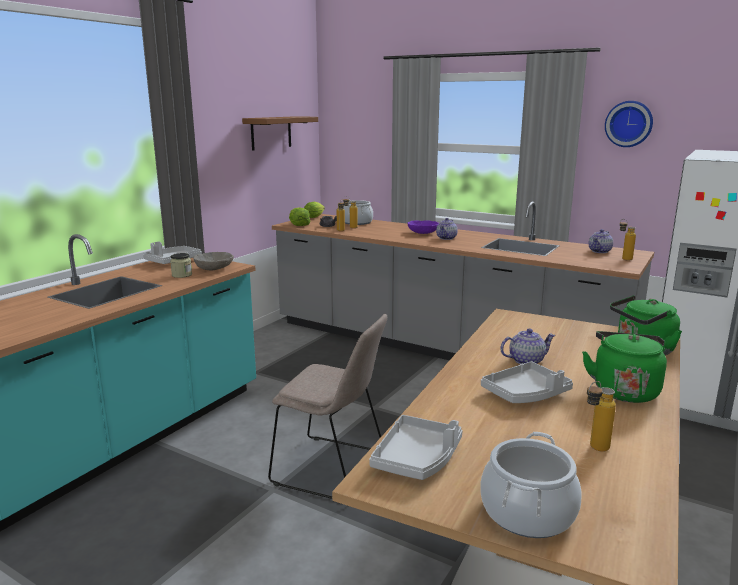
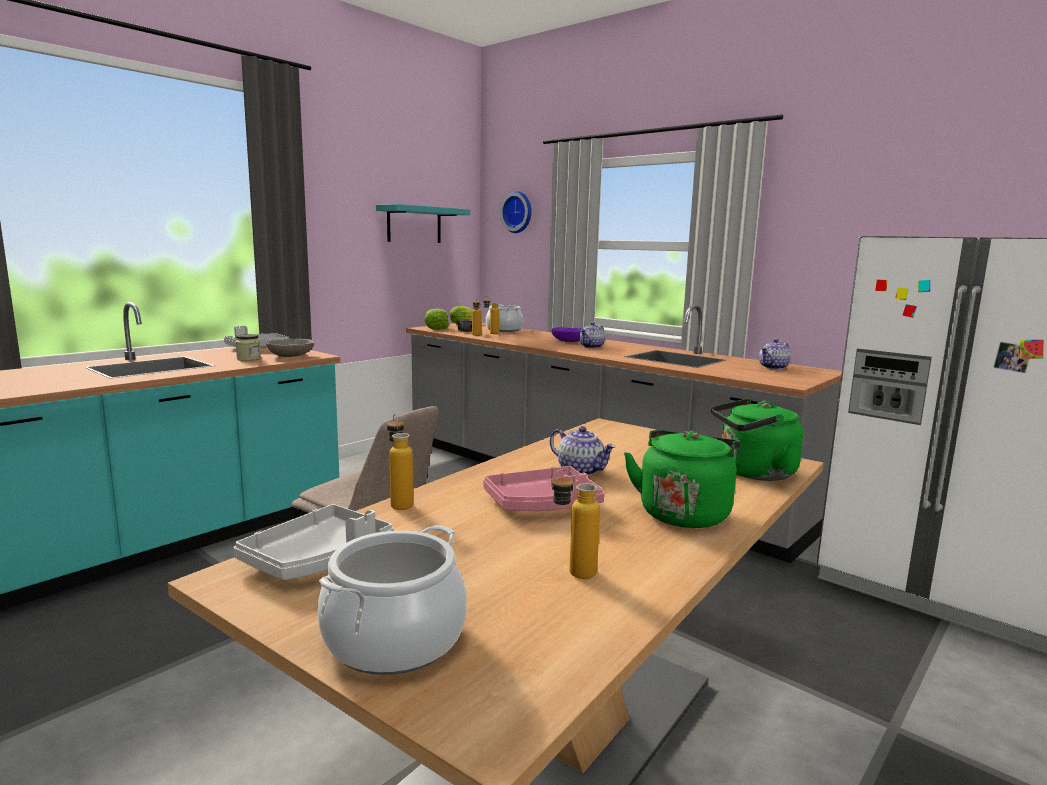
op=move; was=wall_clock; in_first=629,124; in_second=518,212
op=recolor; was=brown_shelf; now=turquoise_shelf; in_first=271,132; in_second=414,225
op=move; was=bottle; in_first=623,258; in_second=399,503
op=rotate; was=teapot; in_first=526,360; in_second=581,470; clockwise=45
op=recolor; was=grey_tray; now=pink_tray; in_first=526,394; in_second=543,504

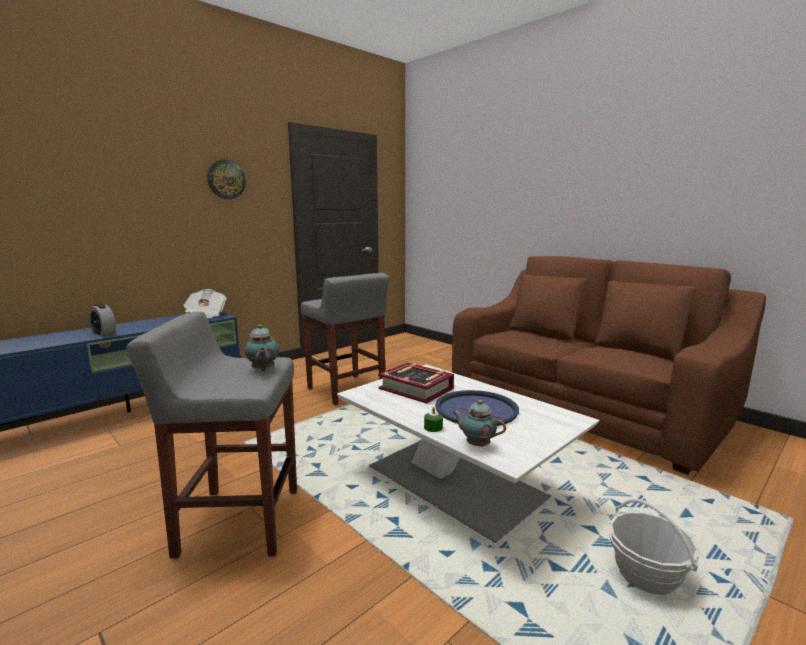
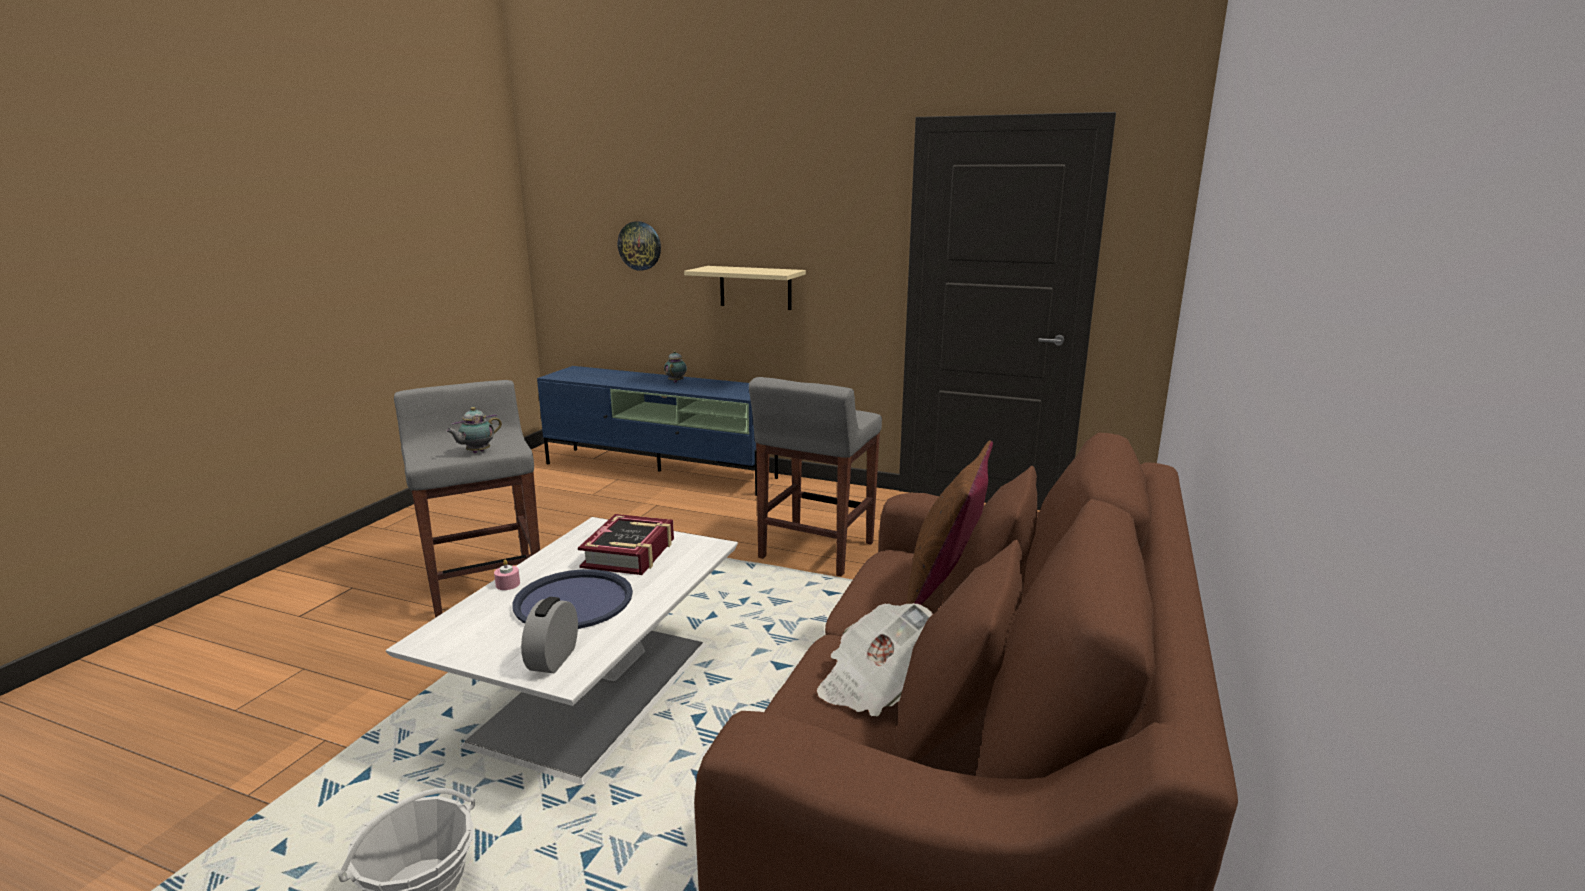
op=move; was=wall_clock; in_first=226,179; in_second=640,246
op=move; was=newspaper; in_first=205,316; in_second=876,685
op=move; was=alarm_clock; in_first=104,333; in_second=553,659
op=move; was=teapot; in_first=476,444; in_second=676,381
op=recolor; was=green_candle; now=pink_candle; in_first=433,427; in_second=508,584
op=insert; now=beige_shelf; in_second=755,287
op=insert; now=brown_pillow; in_second=943,597

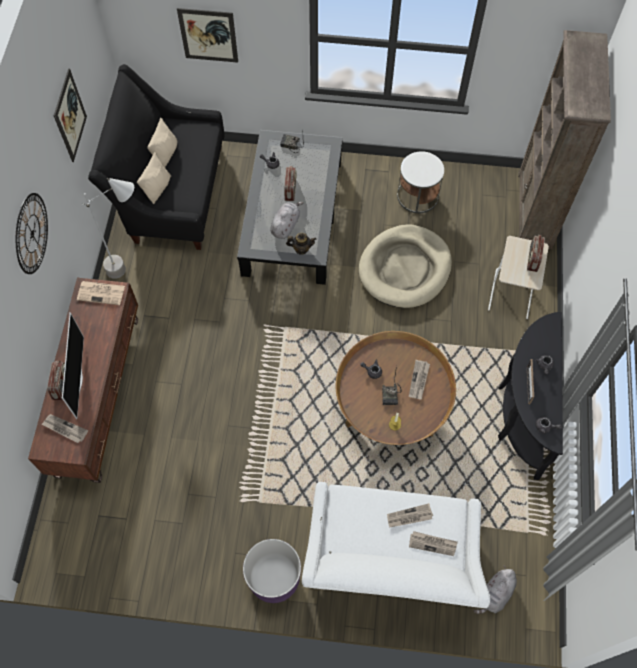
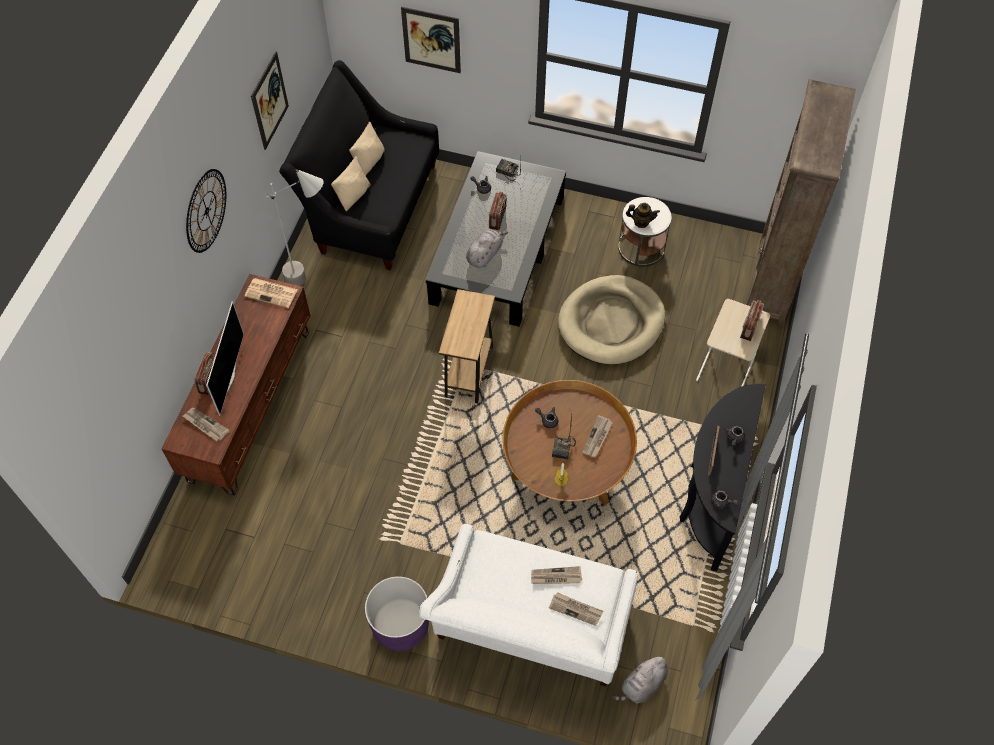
op=move; was=teapot; in_first=301,248; in_second=641,222
op=insert; now=brown_side_table; in_second=469,371

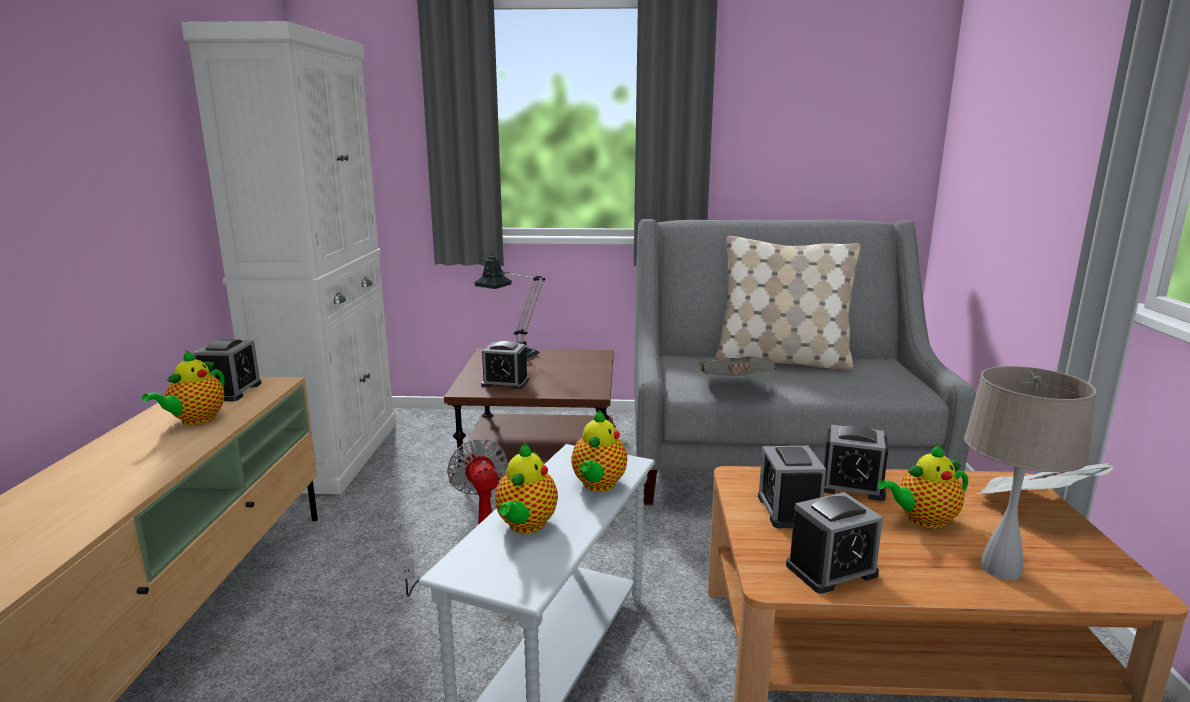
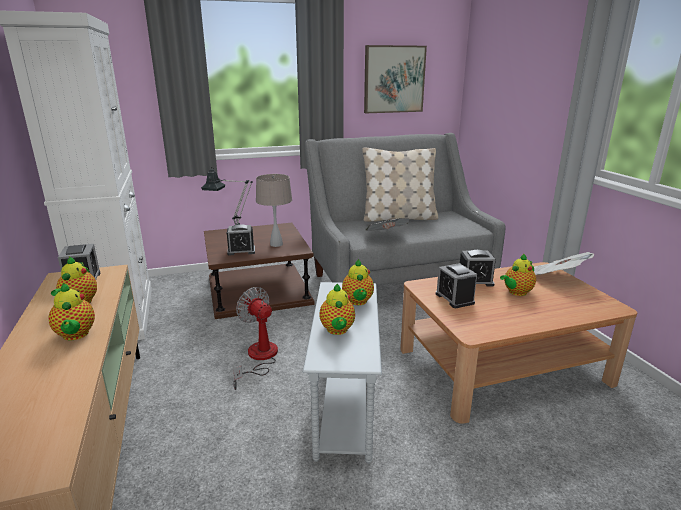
op=move; was=beige_table_lamp; in_first=1001,568; in_second=276,244
op=delete; was=alarm_clock; in_first=831,570
op=insert; now=picture; in_second=394,79
op=insert; now=teapot; in_second=75,335

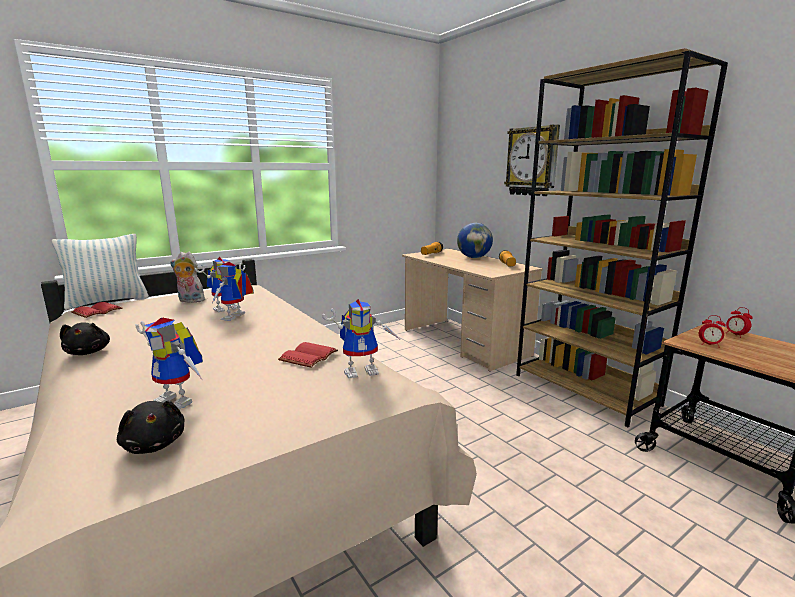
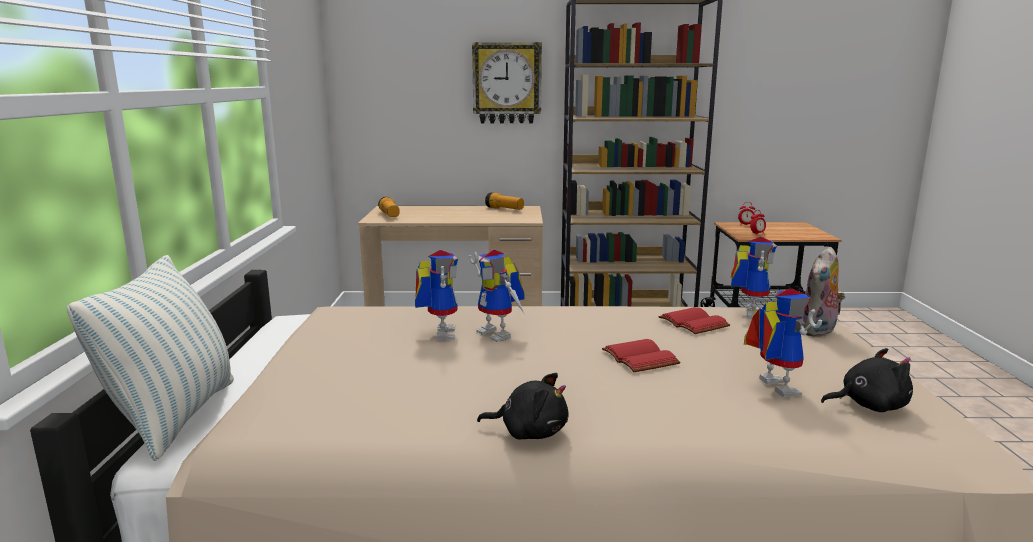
op=delete; was=globe; in_first=473,257
op=move; was=plush_toy; in_first=189,301; in_second=818,331
op=move; was=red_book; in_first=97,312; in_second=642,358
op=rotate; was=toy_robot; in_first=181,400; in_second=770,386; clockwise=-75

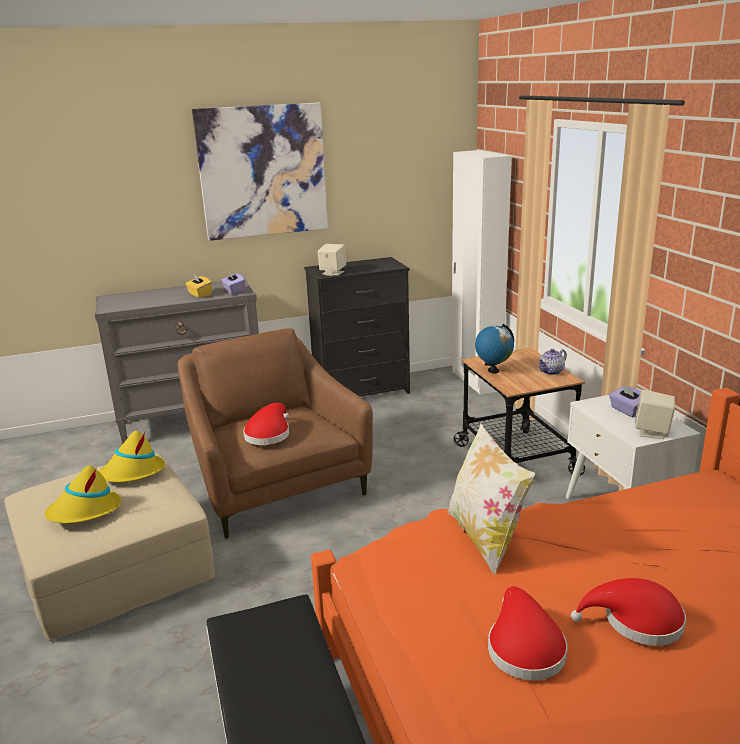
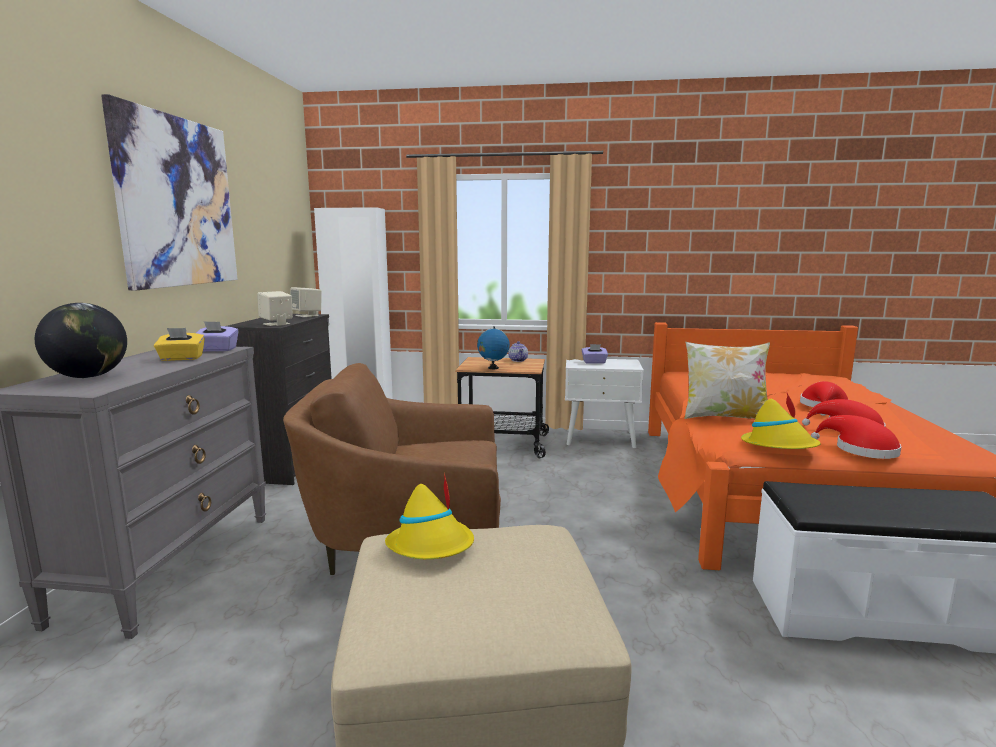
op=move; was=beige_speaker; in_first=652,432; in_second=307,315
op=move; was=red_hat; in_first=269,434; in_second=860,450
op=move; was=yellow_hat; in_first=85,511; in_second=779,446
op=insert; now=globe; in_second=88,377

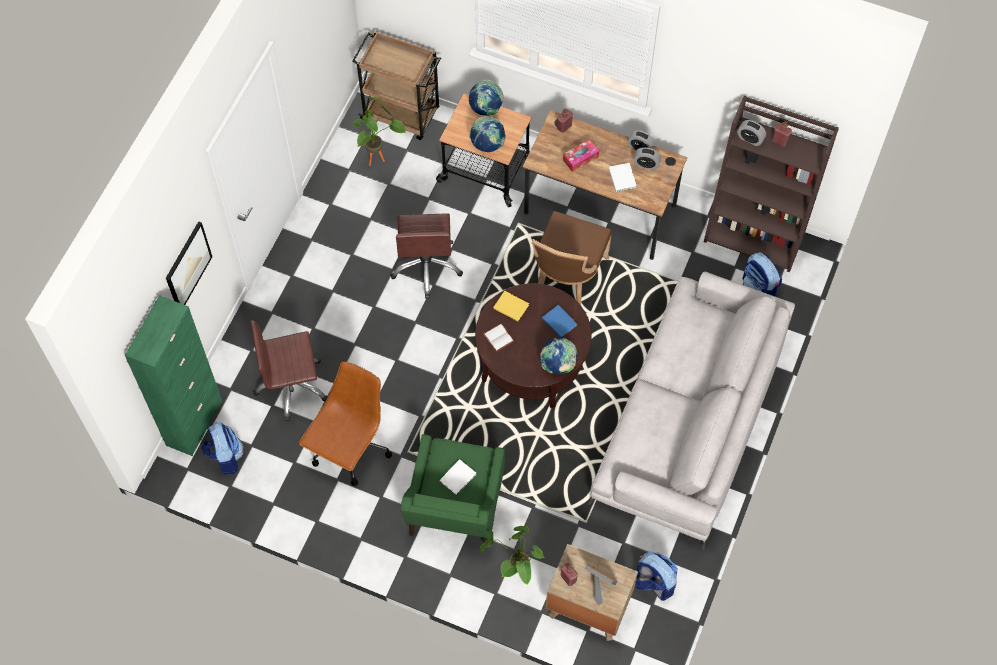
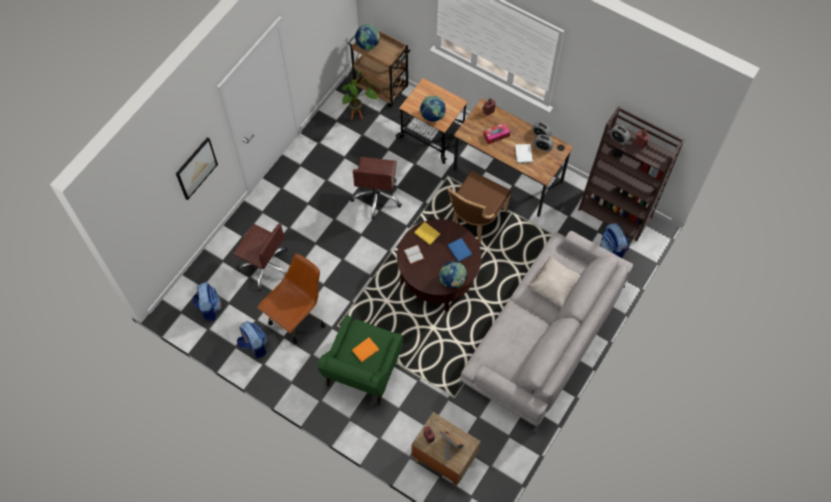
op=move; was=globe; in_first=486,108; in_second=368,45
op=delete; was=green_cabinet; in_first=194,423
op=rotate; was=brown_office_chair; in_first=292,386; in_second=265,266; clockwise=-150
op=recolor; was=white_book; now=orange_book; in_first=459,477; in_second=366,350
op=delete; was=potted_plant; in_first=515,576
op=move; was=backpack; in_first=653,583; in_second=254,345
op=insert; now=beige_pillow; in_second=554,287

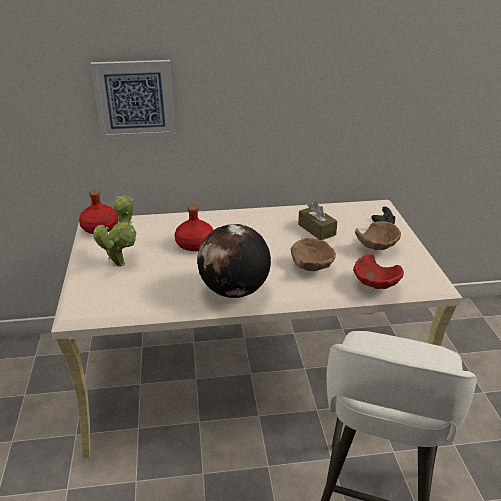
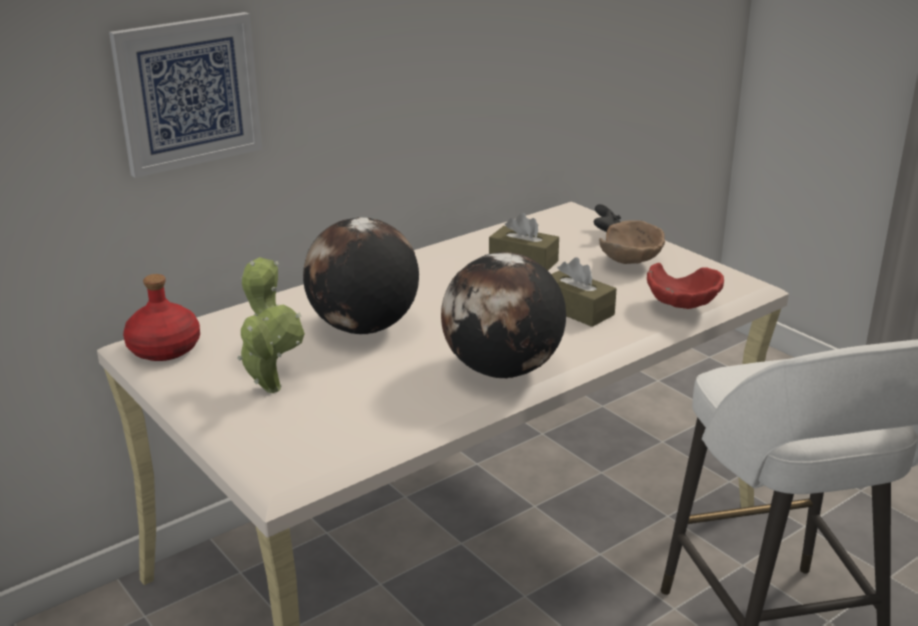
op=replace; was=red_bottle; now=globe; in_first=194,244; in_second=363,328
op=replace; was=brown_bowl; now=brown_tissue_box; in_first=313,268; in_second=576,310

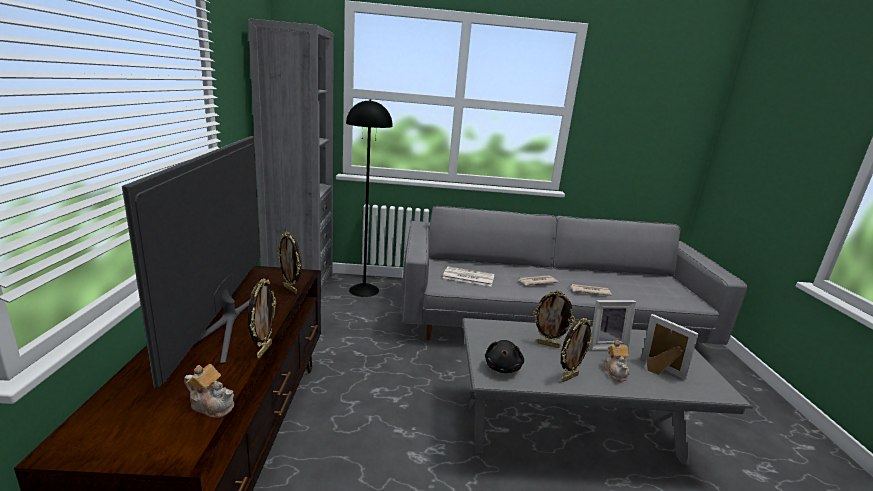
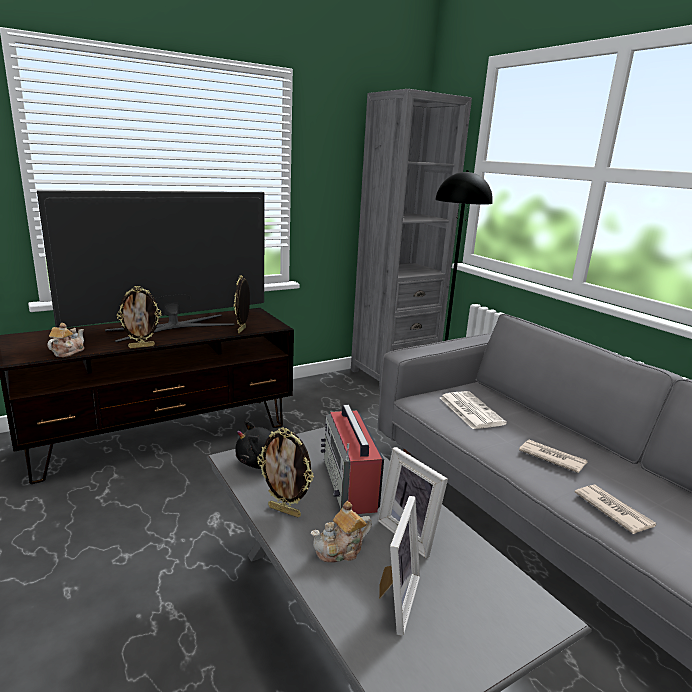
op=replace; was=picture_frame; now=radio; in_first=548,344; in_second=350,484
op=rotate; was=teapot; in_first=212,405; in_second=67,352; clockwise=-150

